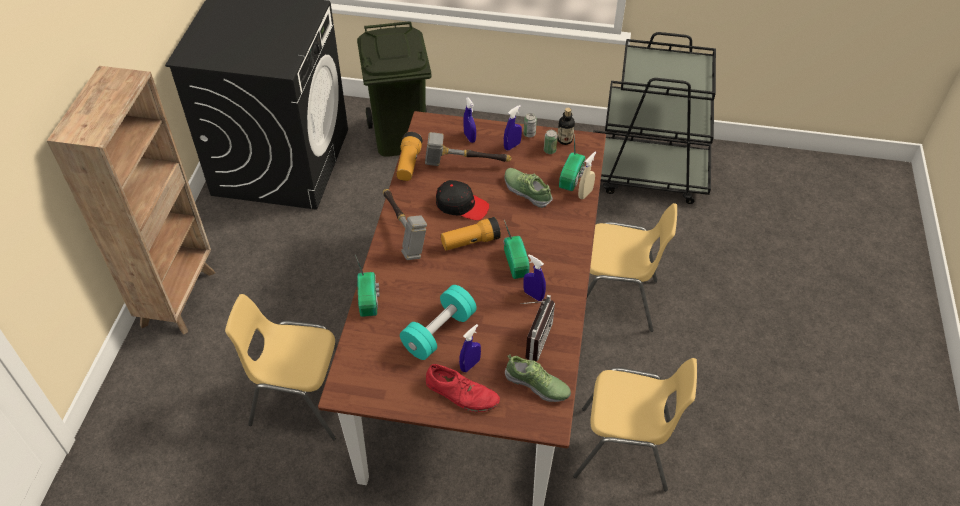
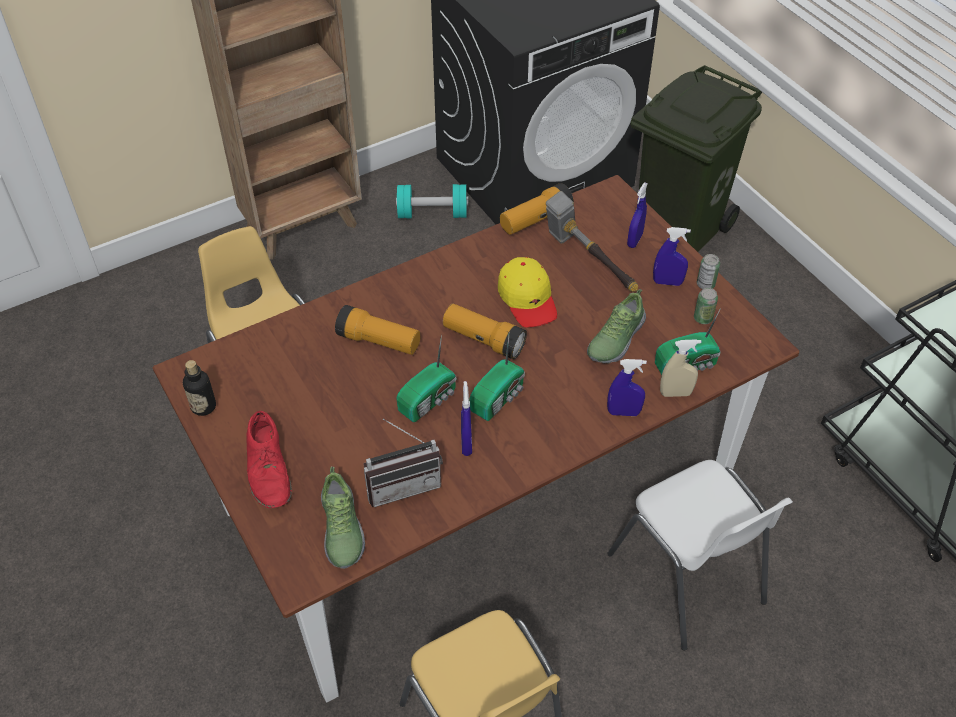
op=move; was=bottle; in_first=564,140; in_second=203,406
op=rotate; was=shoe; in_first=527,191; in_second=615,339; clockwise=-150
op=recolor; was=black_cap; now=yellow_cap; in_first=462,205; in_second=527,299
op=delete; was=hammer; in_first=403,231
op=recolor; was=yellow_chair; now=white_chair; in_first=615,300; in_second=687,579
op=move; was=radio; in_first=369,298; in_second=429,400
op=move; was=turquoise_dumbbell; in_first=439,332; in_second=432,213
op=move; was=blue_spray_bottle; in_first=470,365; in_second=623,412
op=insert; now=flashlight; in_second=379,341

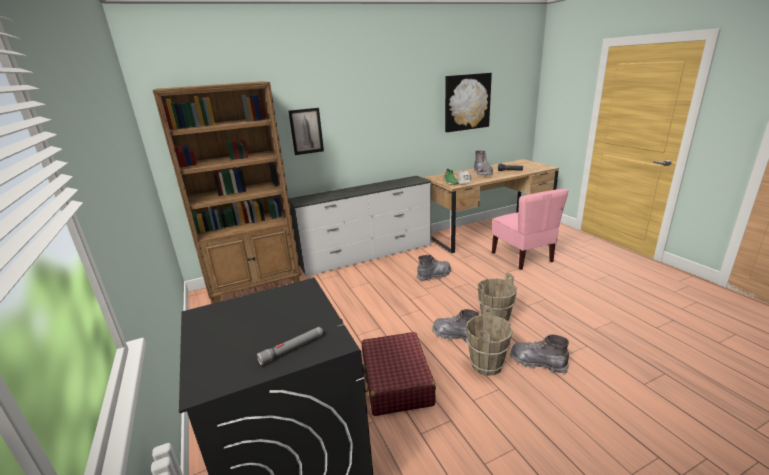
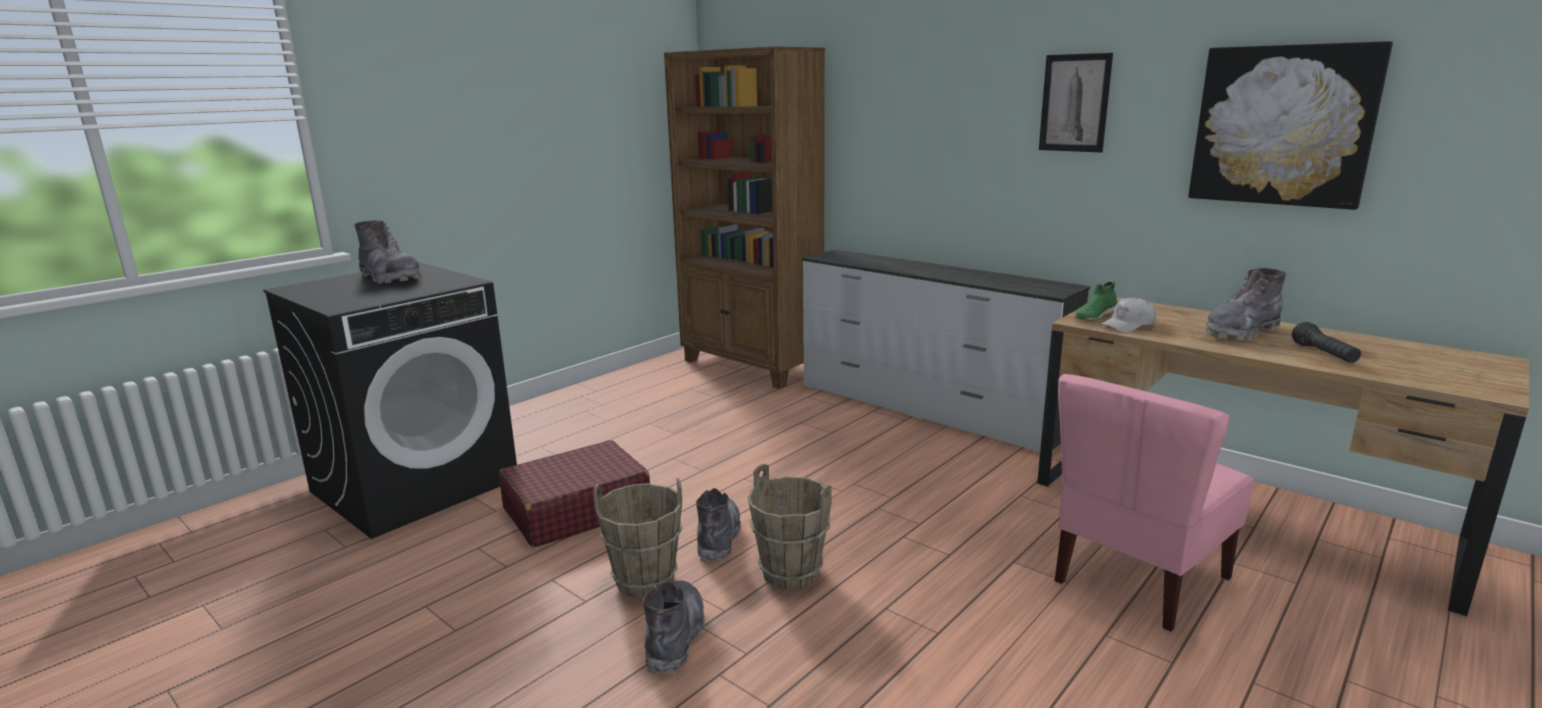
op=move; was=picture; in_first=306,131; in_second=1074,103
op=move; was=grey_boot; in_first=434,275; in_second=390,278
op=delete; was=grey_flashlight; in_first=292,349

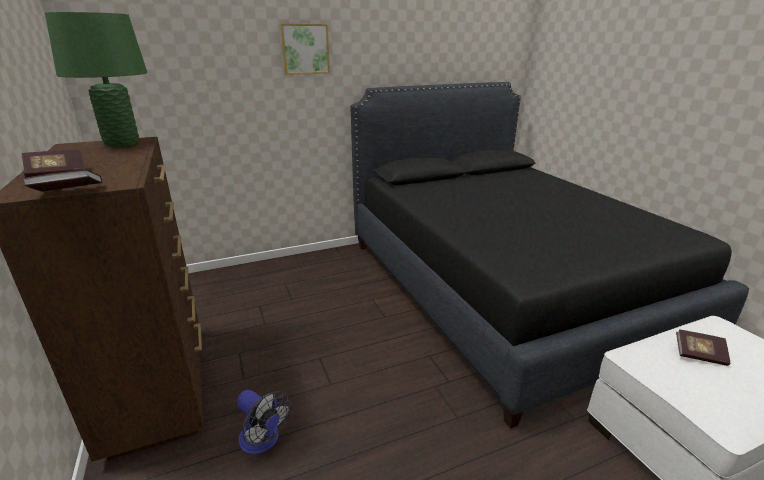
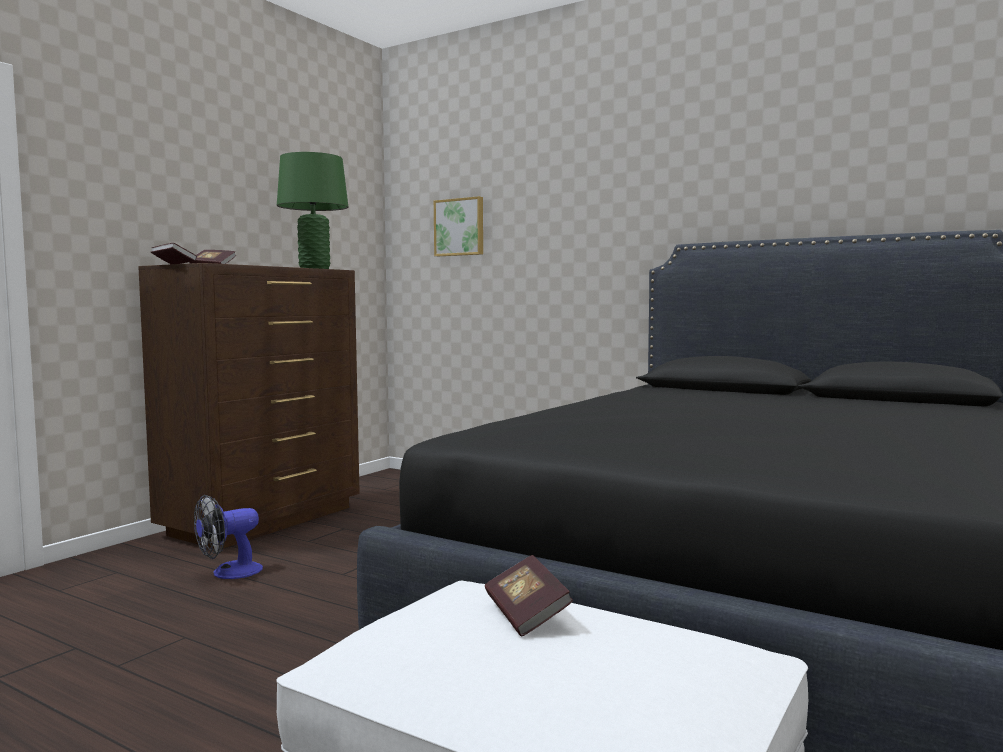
op=move; was=picture; in_first=305,49; in_second=460,227
op=rotate; was=fan; in_first=263,441; in_second=229,573; clockwise=45

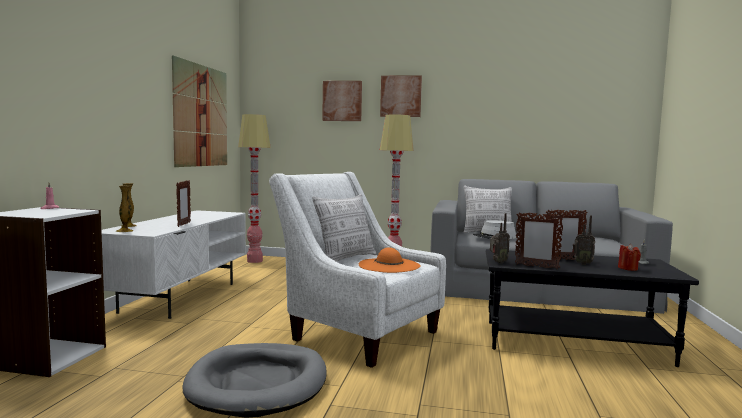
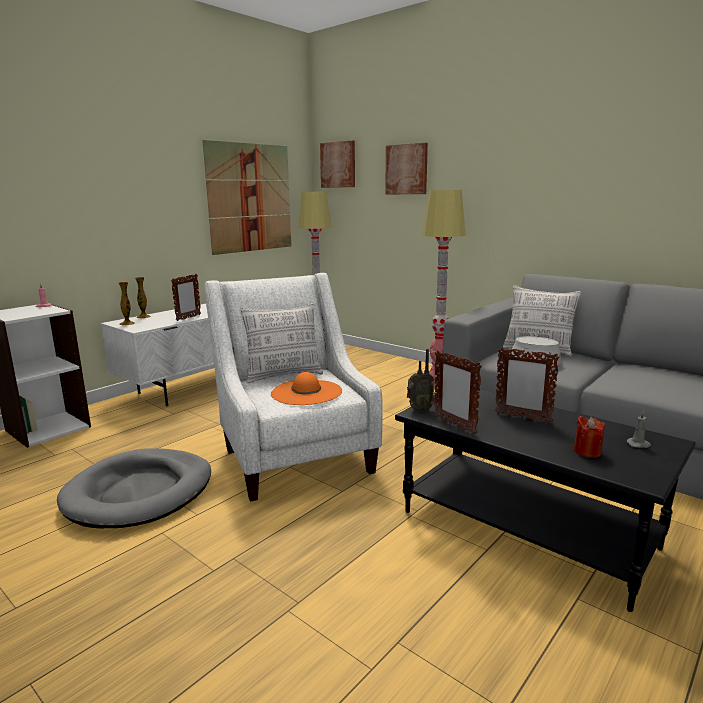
op=move; was=picture; in_first=401,96; in_second=338,165
op=delete; was=radio; in_first=582,263

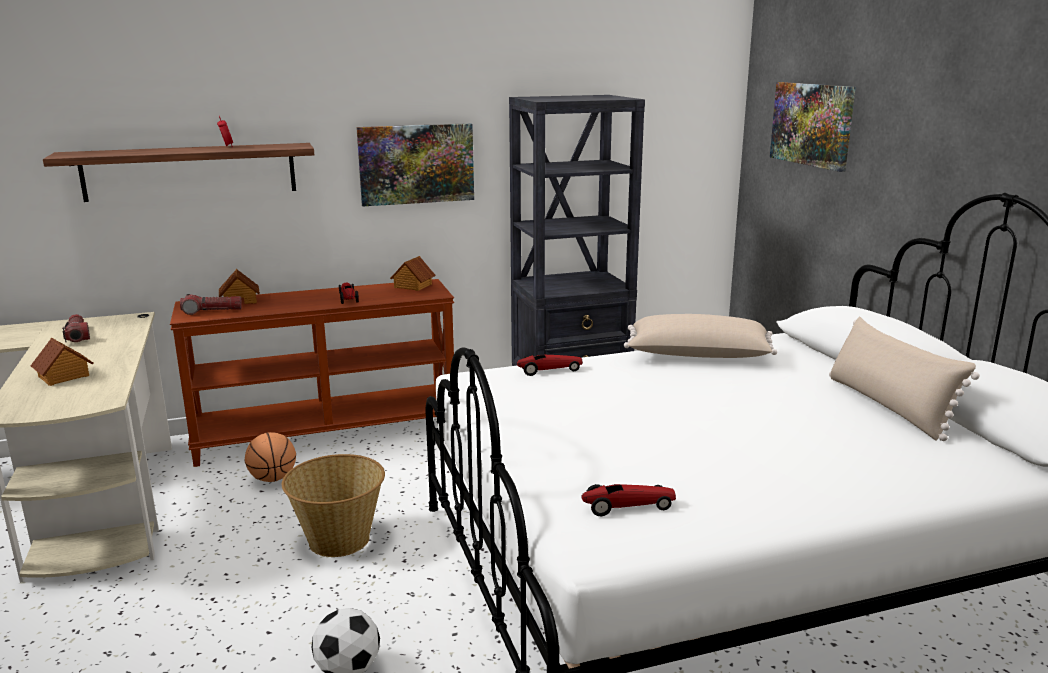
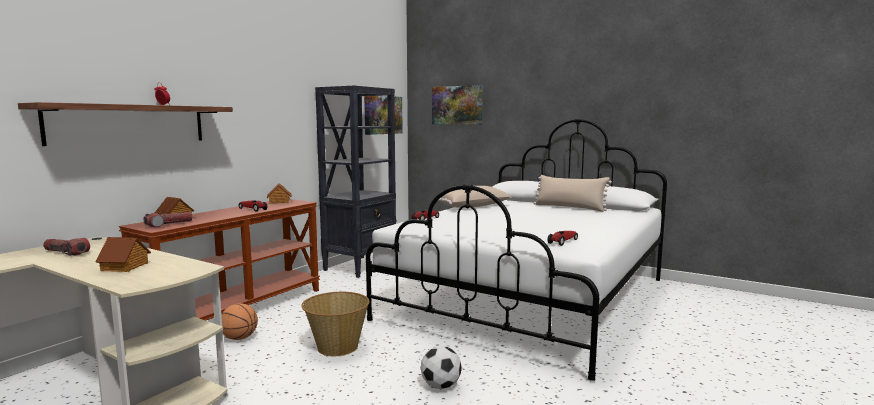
op=move; was=picture; in_first=416,164; in_second=383,115

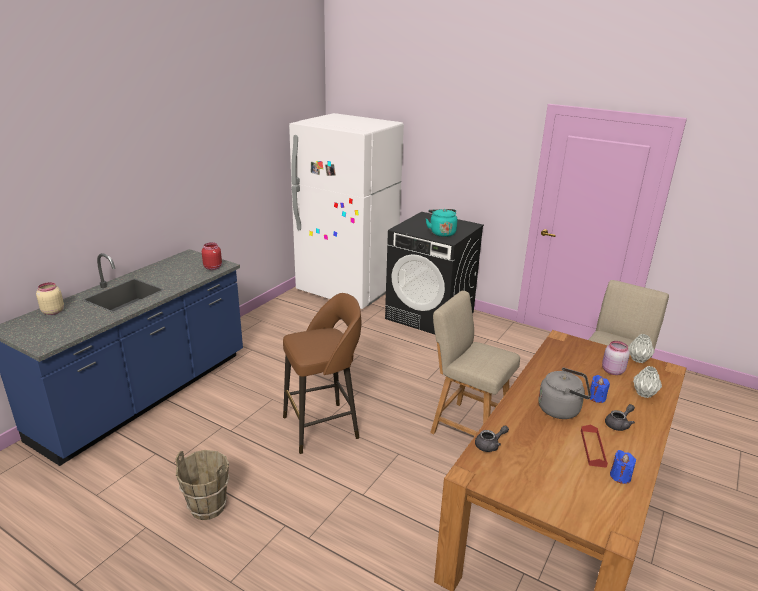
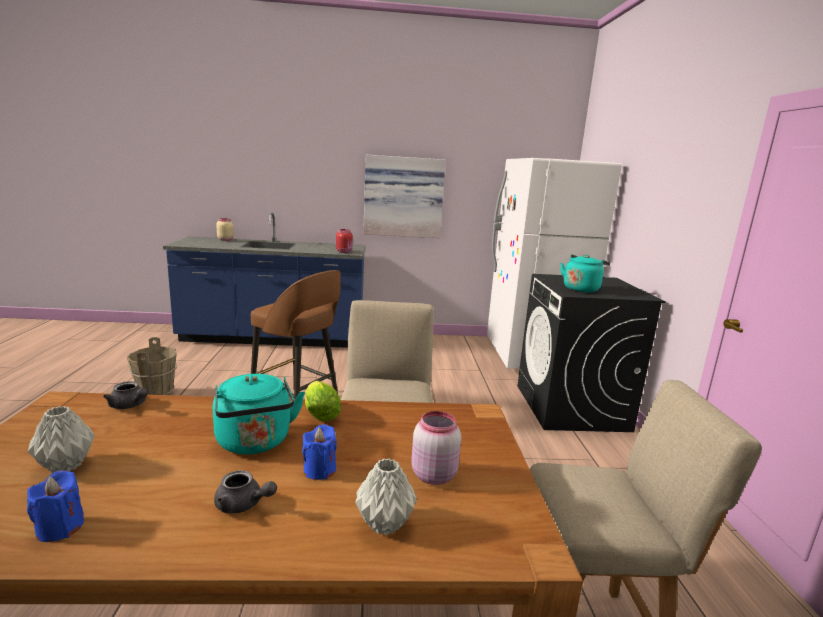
op=move; was=grey_vase; in_first=638,359; in_second=66,466
op=recolor; was=grey_kettle; now=turquoise_kettle; in_first=561,409; in_second=255,443
op=delete; was=red_tray; in_first=593,448
op=insert; now=picture; in_second=403,197
op=insert; now=lettuce; in_second=319,413

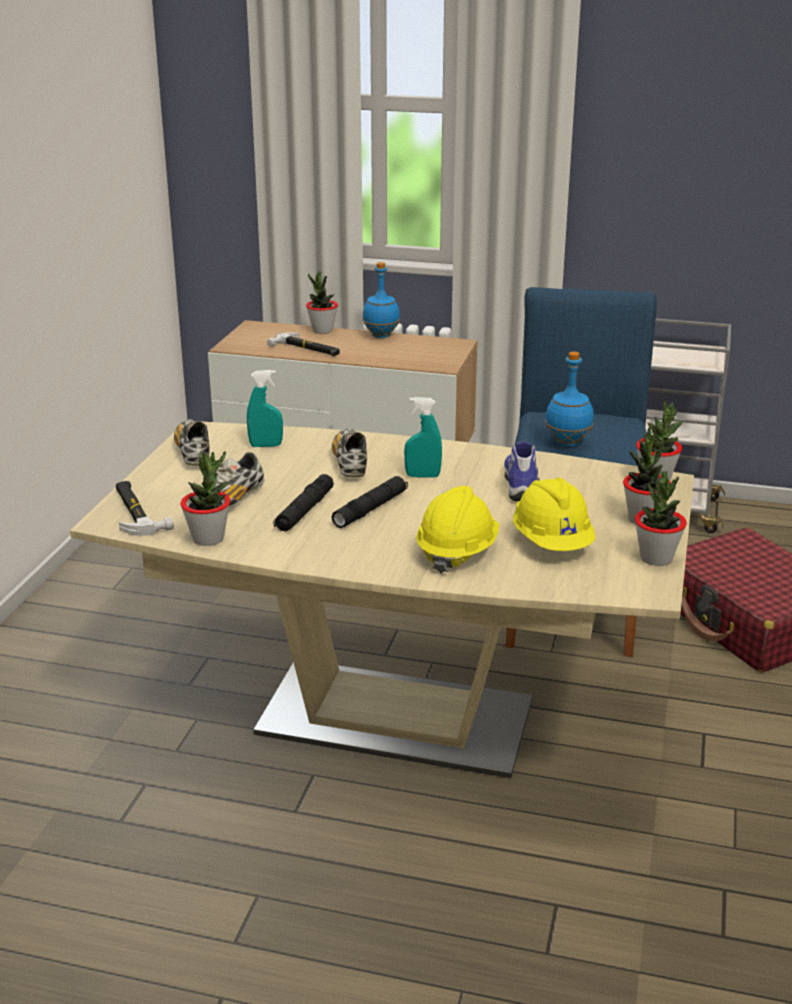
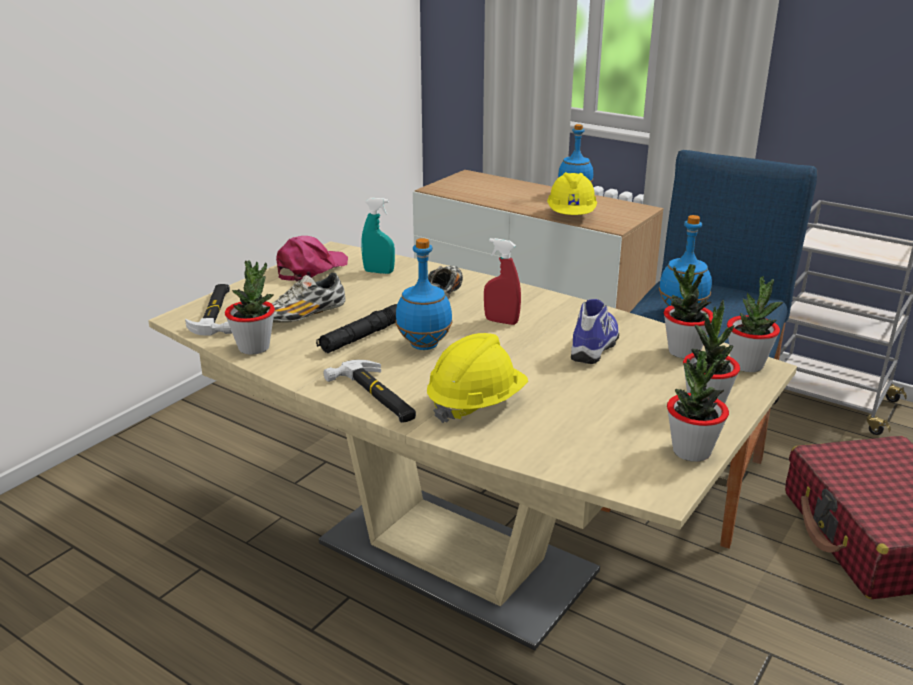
op=move; was=potted_plant; in_first=322,331; in_second=683,352
op=move; was=hammer; in_first=306,349; in_second=375,396
op=recolor; was=turquoise_spray_bottle; now=red_spray_bottle; in_first=422,476; in_second=501,321
op=replace; was=shoe; now=pink_cap; in_first=193,452; in_second=311,269
op=replace; was=black_flashlight; now=blue_bottle; in_first=370,509; in_second=425,345
op=move; was=yellow_hard_hat; in_first=552,543; in_second=571,215

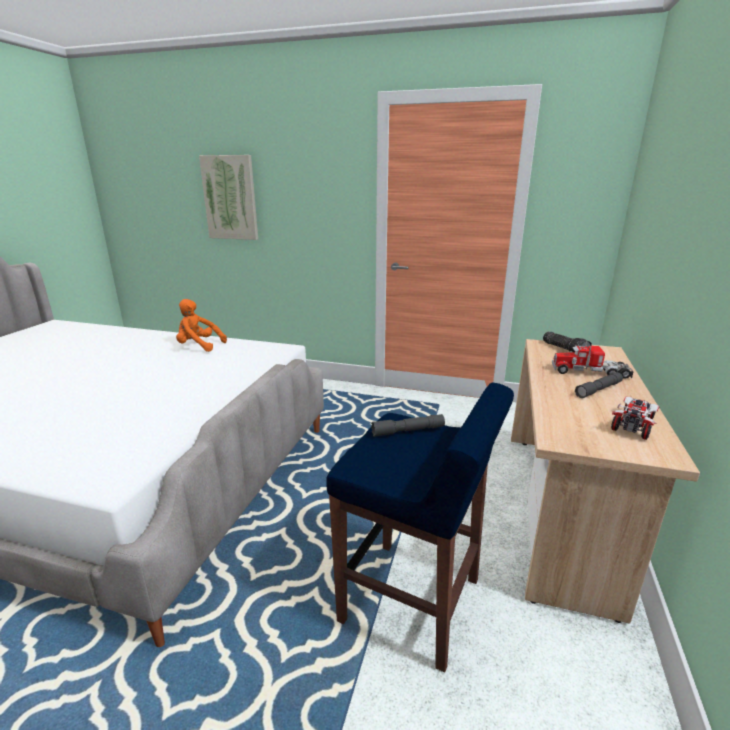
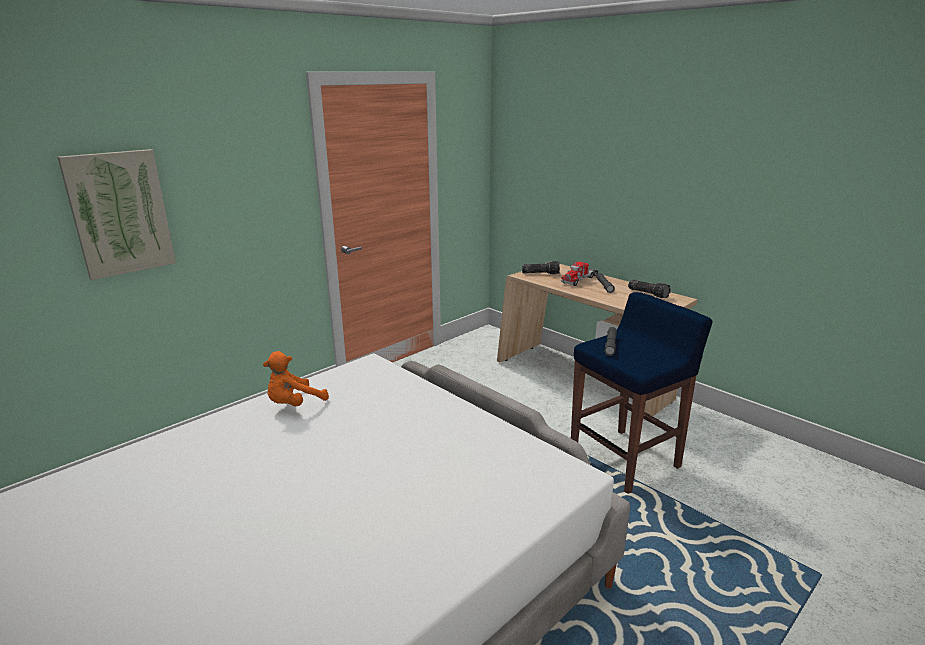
op=replace; was=toy_car; now=flashlight; in_first=633,424; in_second=648,293

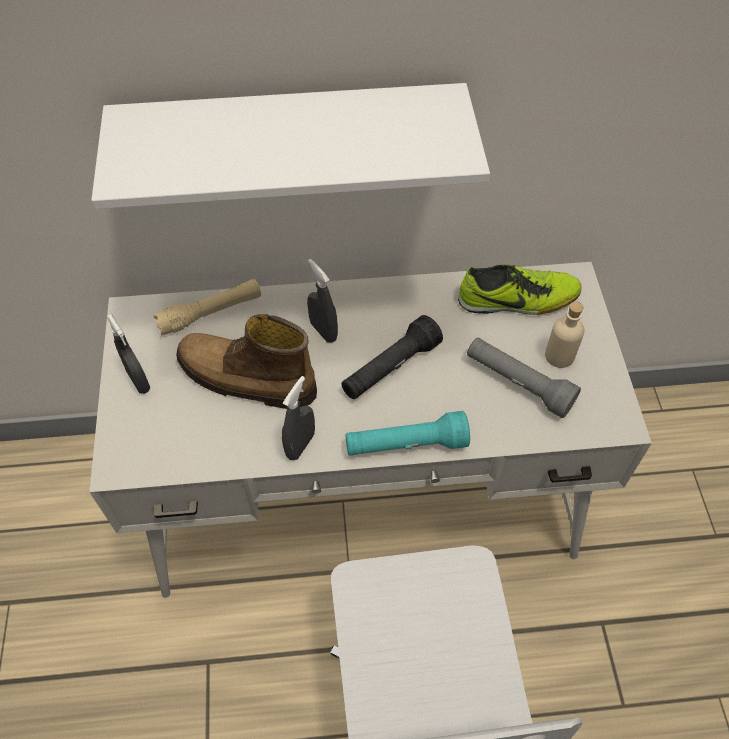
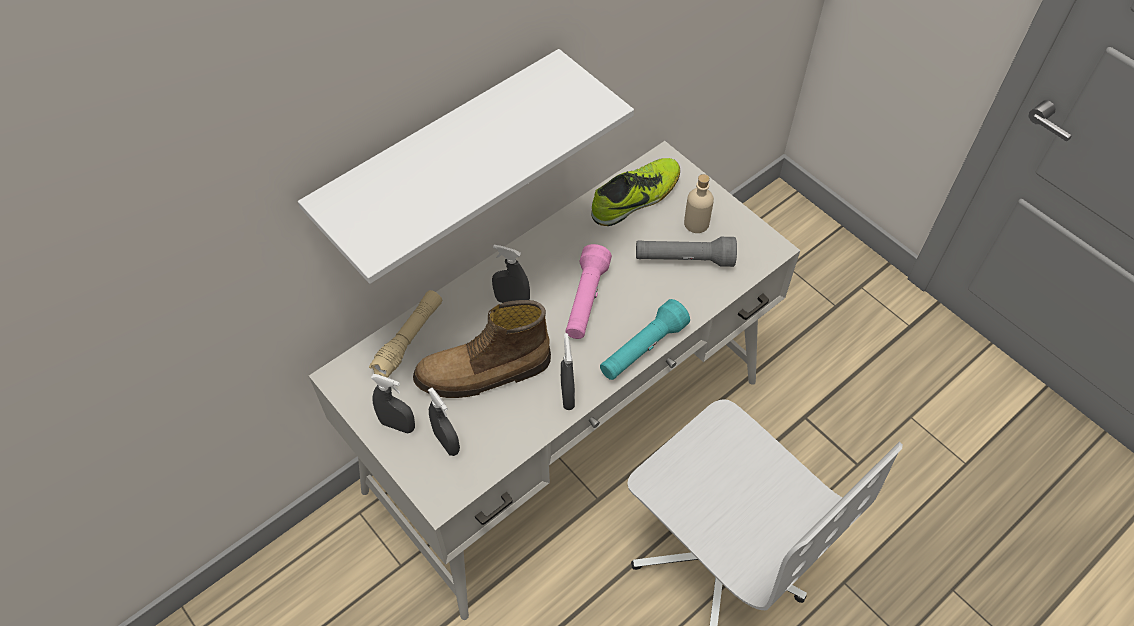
op=recolor; was=black_flashlight; now=pink_flashlight; in_first=390,368; in_second=586,301
op=insert; now=grey_spray_bottle; in_second=447,442

